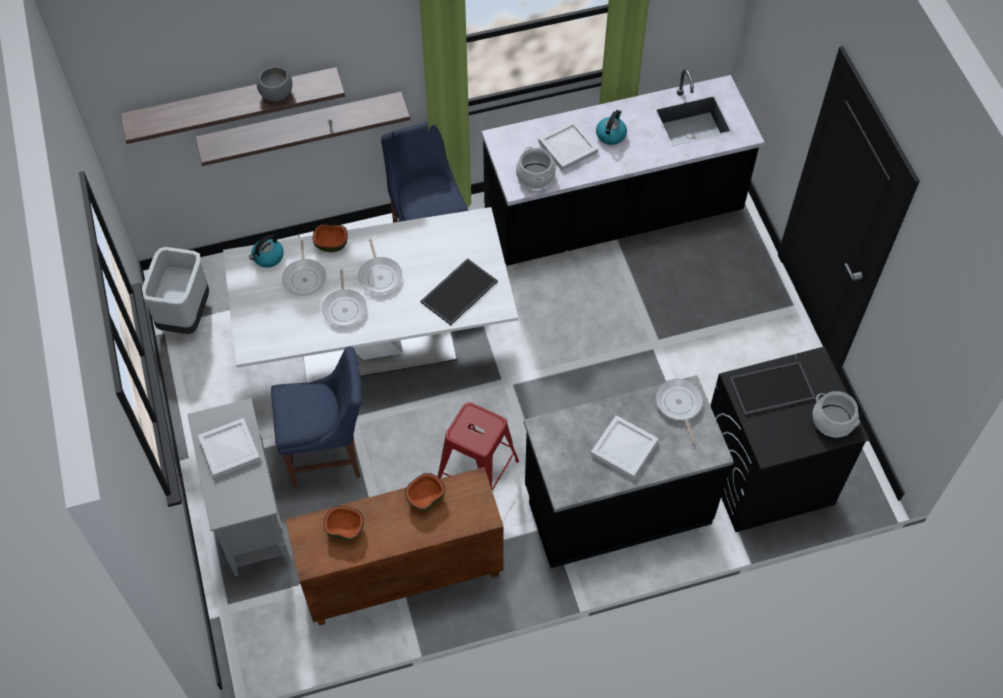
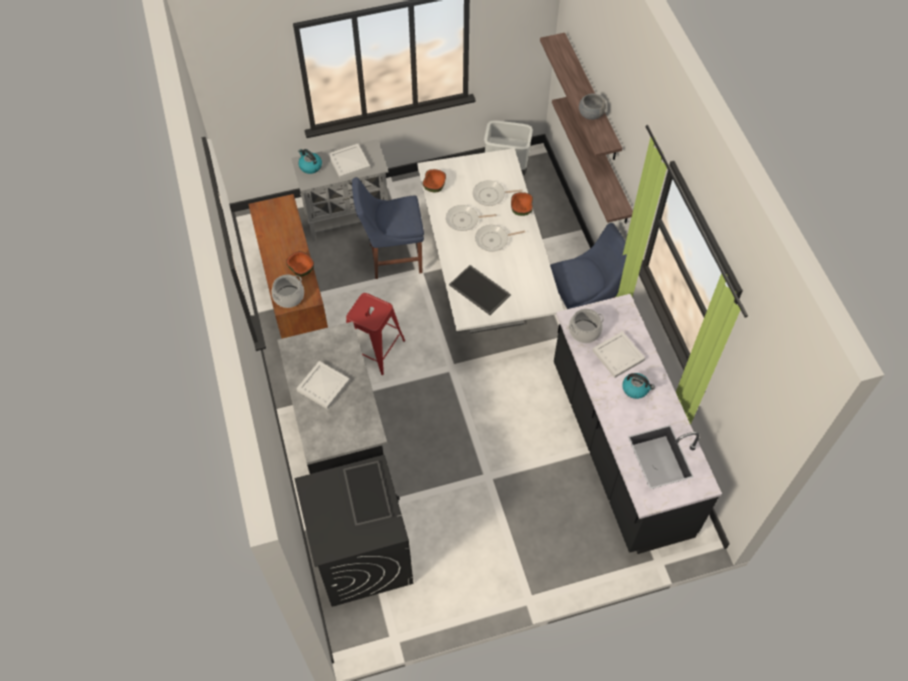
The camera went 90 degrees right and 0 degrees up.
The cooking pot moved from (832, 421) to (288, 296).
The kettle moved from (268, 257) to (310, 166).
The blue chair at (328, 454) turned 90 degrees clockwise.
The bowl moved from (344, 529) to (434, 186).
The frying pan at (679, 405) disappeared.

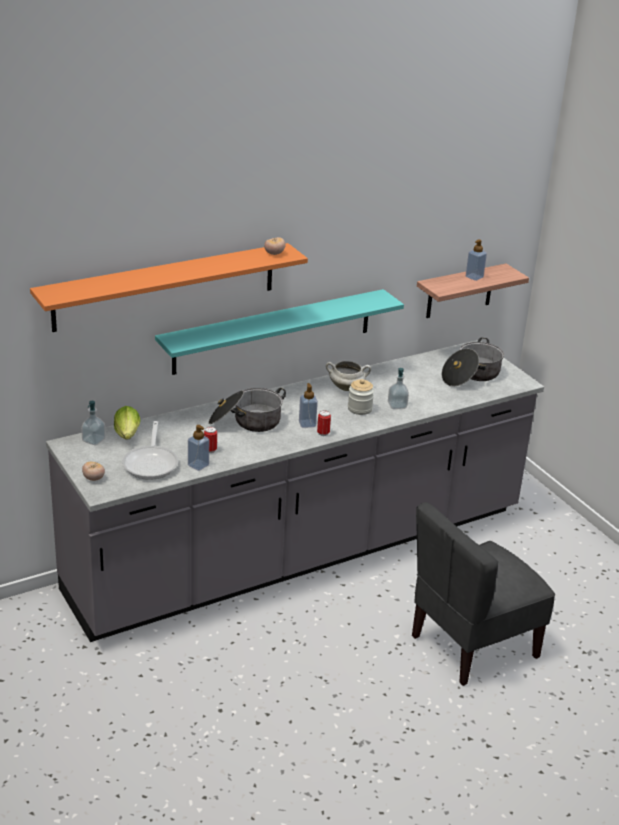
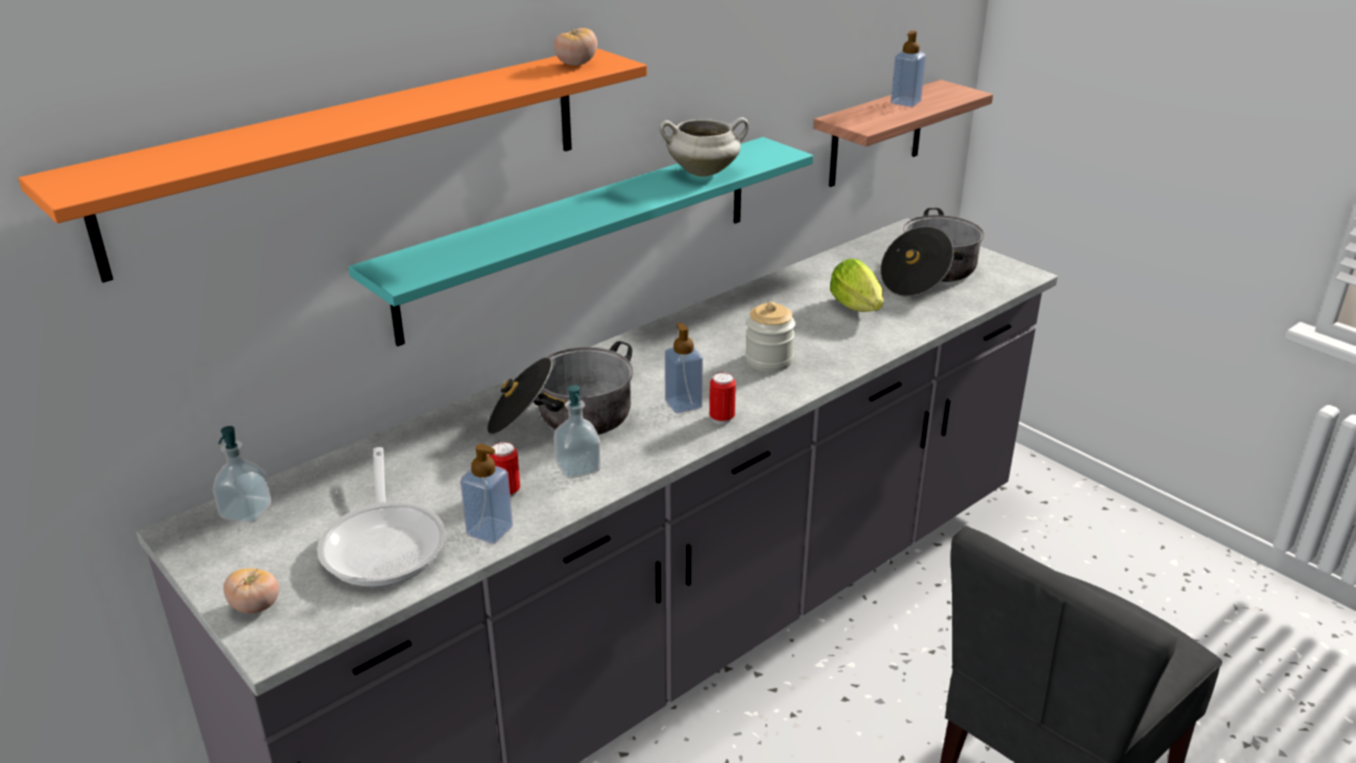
The camera went 10 degrees left and 0 degrees up.
The soap dispenser moved from (397, 405) to (578, 468).
The white cooking pot moved from (347, 387) to (704, 172).
The lettuce moved from (127, 436) to (858, 309).

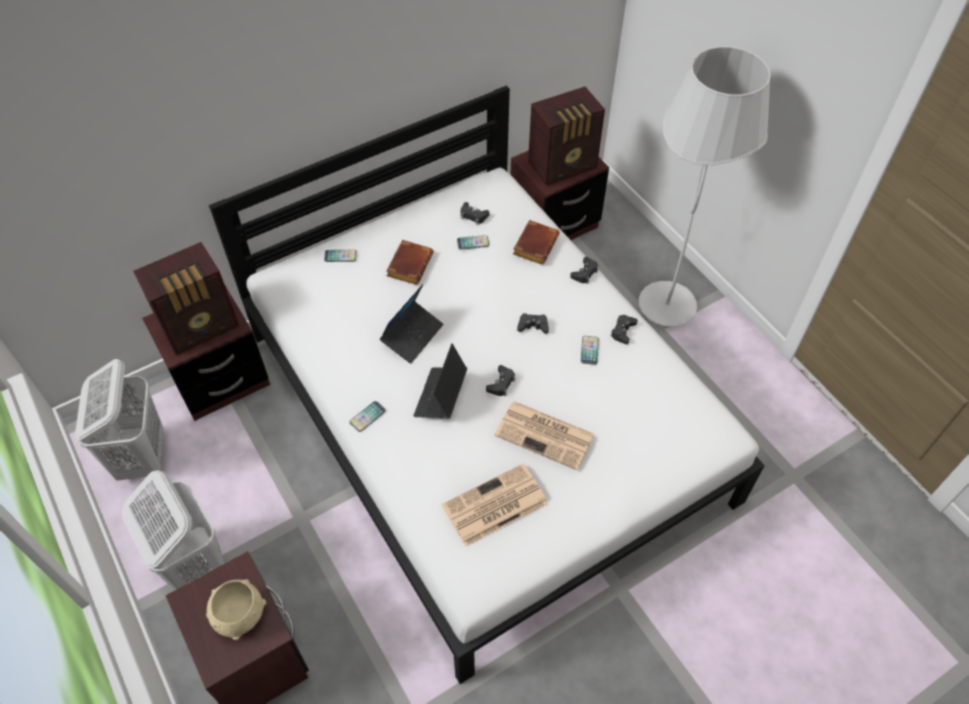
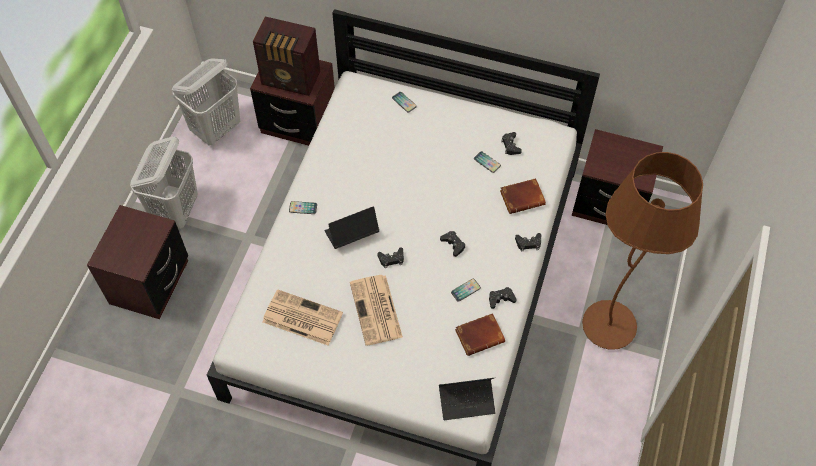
The camera went 50 degrees right and 5 degrees up.
The laptop moved from (412, 335) to (467, 401).
The brown book moved from (409, 264) to (480, 335).
The white floor lamp at (666, 306) became the brown floor lamp at (608, 326).
The beige bowl at (239, 616) disappeared.
The radio at (564, 166) disappeared.

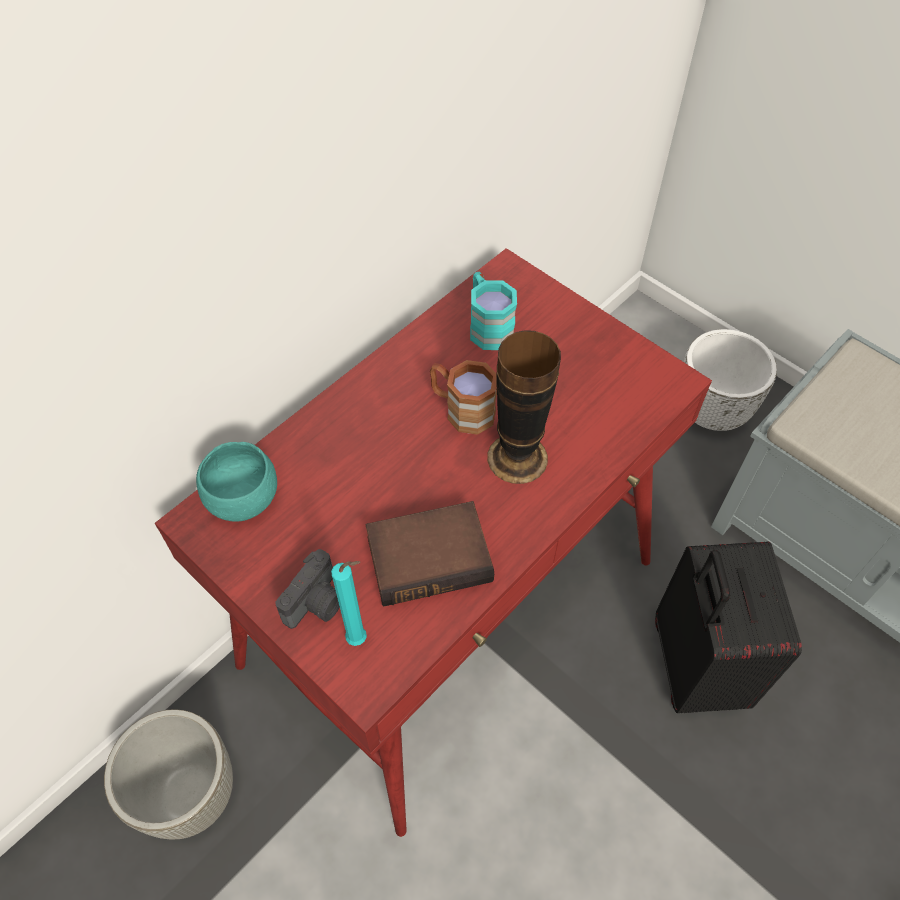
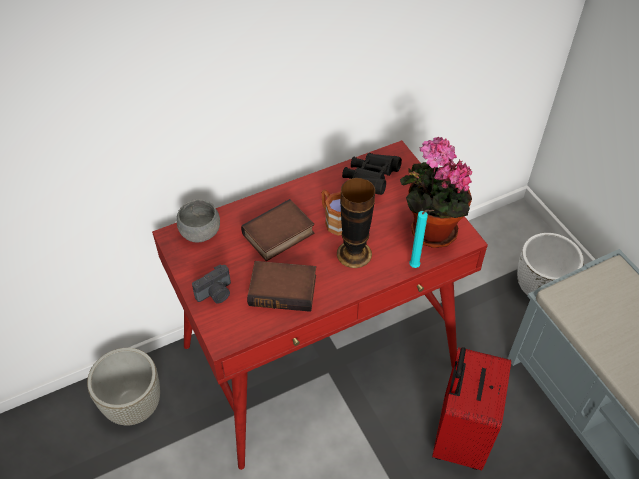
The camera went 20 degrees right and 5 degrees down.
The turquoise bowl at (243, 499) became the grey bowl at (200, 232).
The book at (278, 235) appeared.
The turquoise mug at (487, 325) was replaced by the black binoculars at (370, 180).
The potted plant at (429, 231) appeared.
The turquoise candle moved from (360, 639) to (416, 267).
The black suitcase at (693, 665) became the red suitcase at (458, 436).

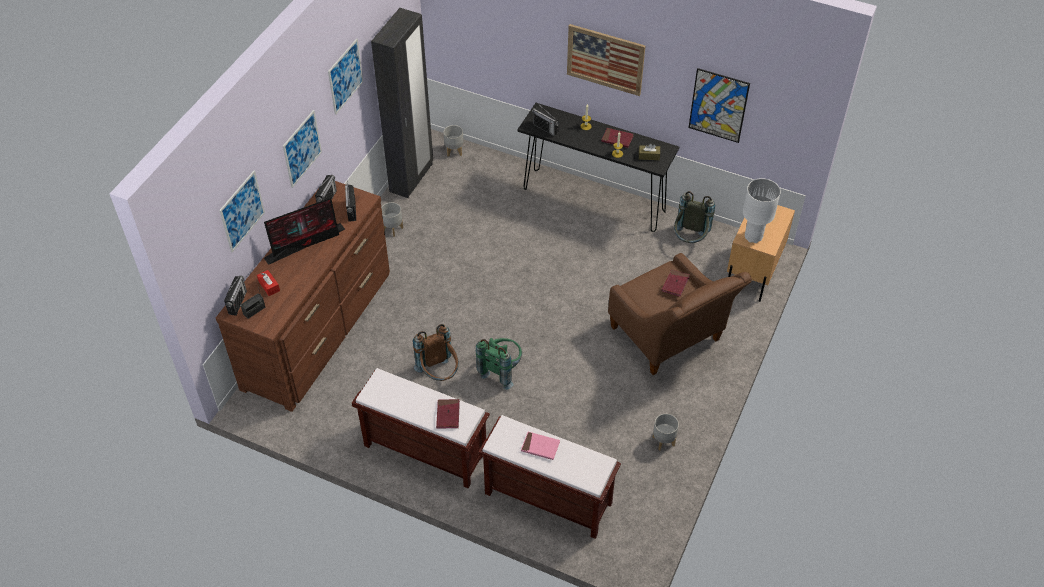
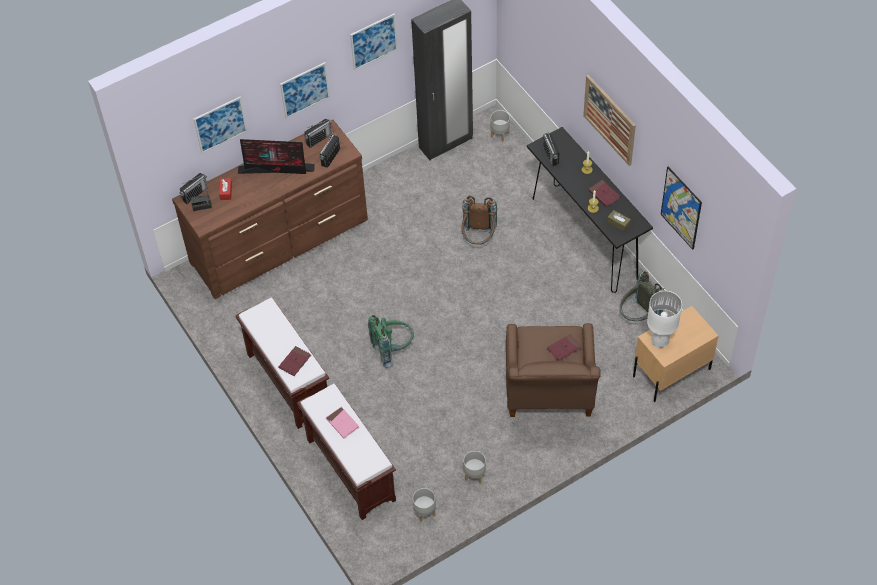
The camera went 35 degrees right and 5 degrees up.
The grey planter moved from (393, 229) to (425, 512).
The brown backpack moved from (439, 374) to (478, 239).

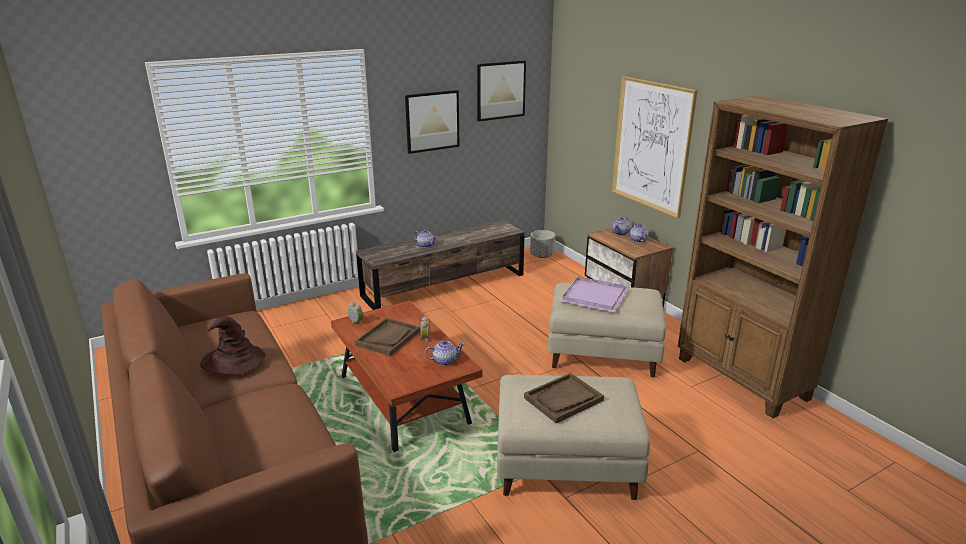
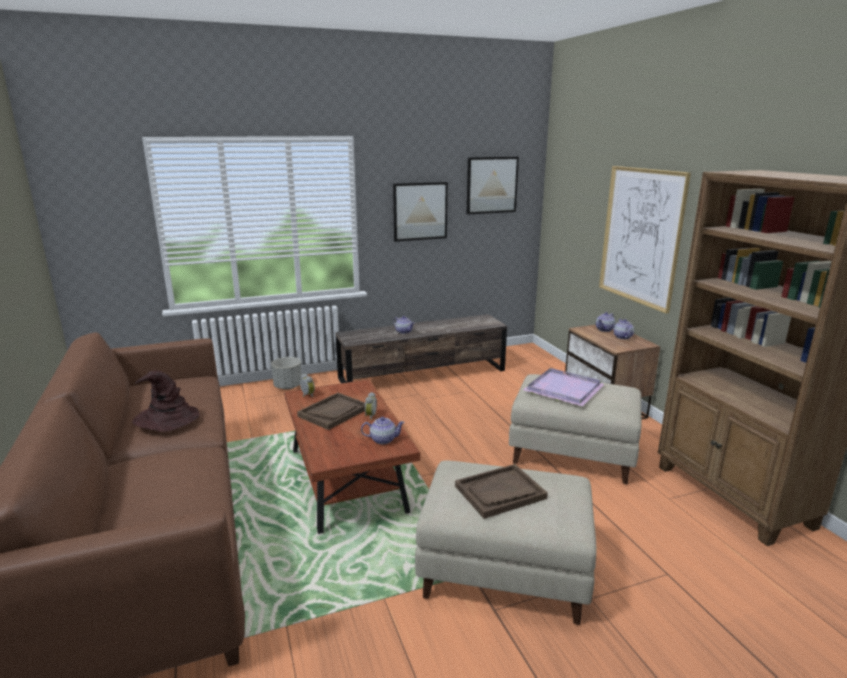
The camera went 10 degrees right and 5 degrees down.
The grey planter moved from (541, 256) to (288, 386).

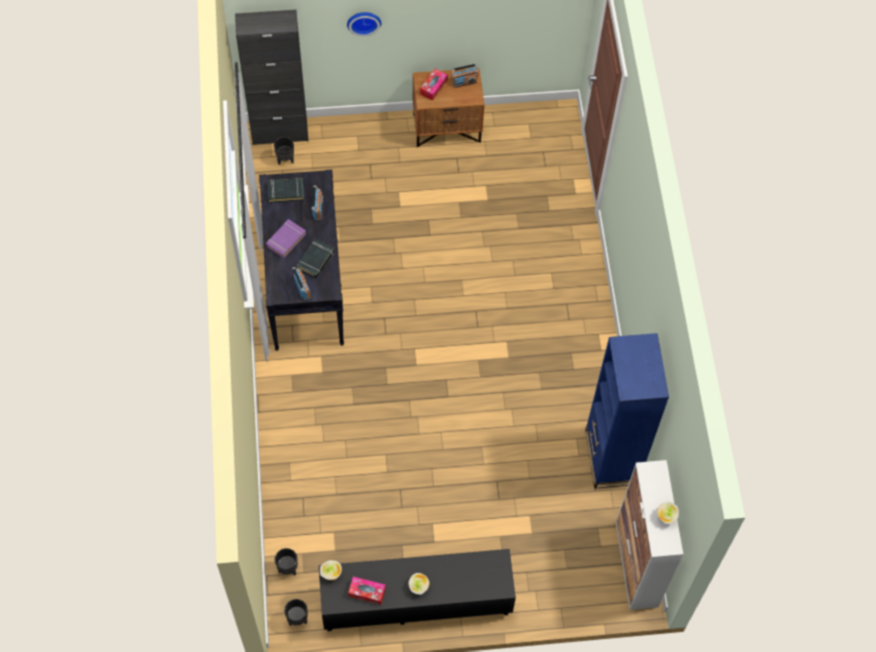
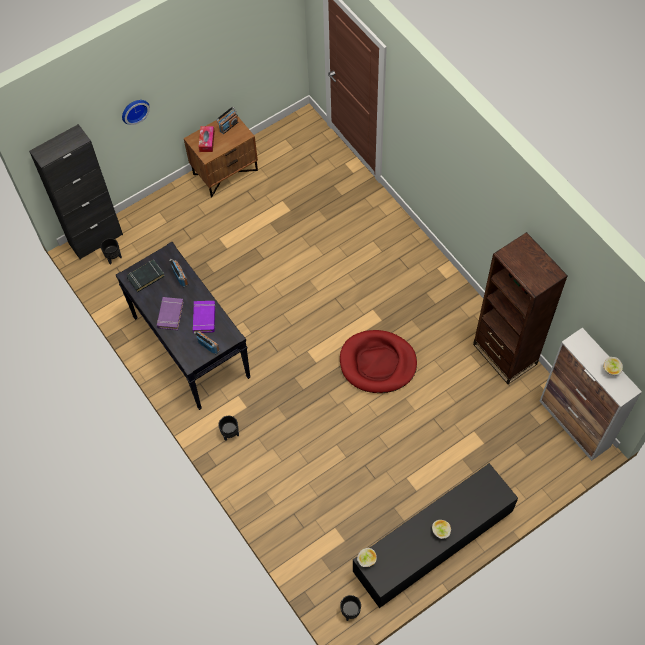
The camera went 25 degrees left and 0 degrees up.
The black book at (316, 260) became the purple book at (204, 318).
The black planter moved from (288, 569) to (231, 434).
The red dog bed at (377, 363) appeared.
The blue bookcase at (611, 457) became the brown bookcase at (504, 354).
The tissue box at (367, 592) disappeared.

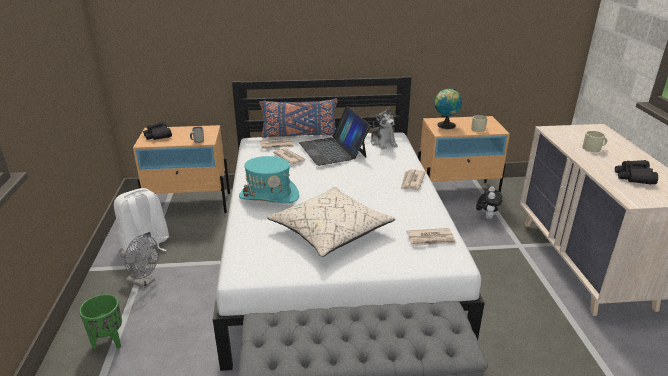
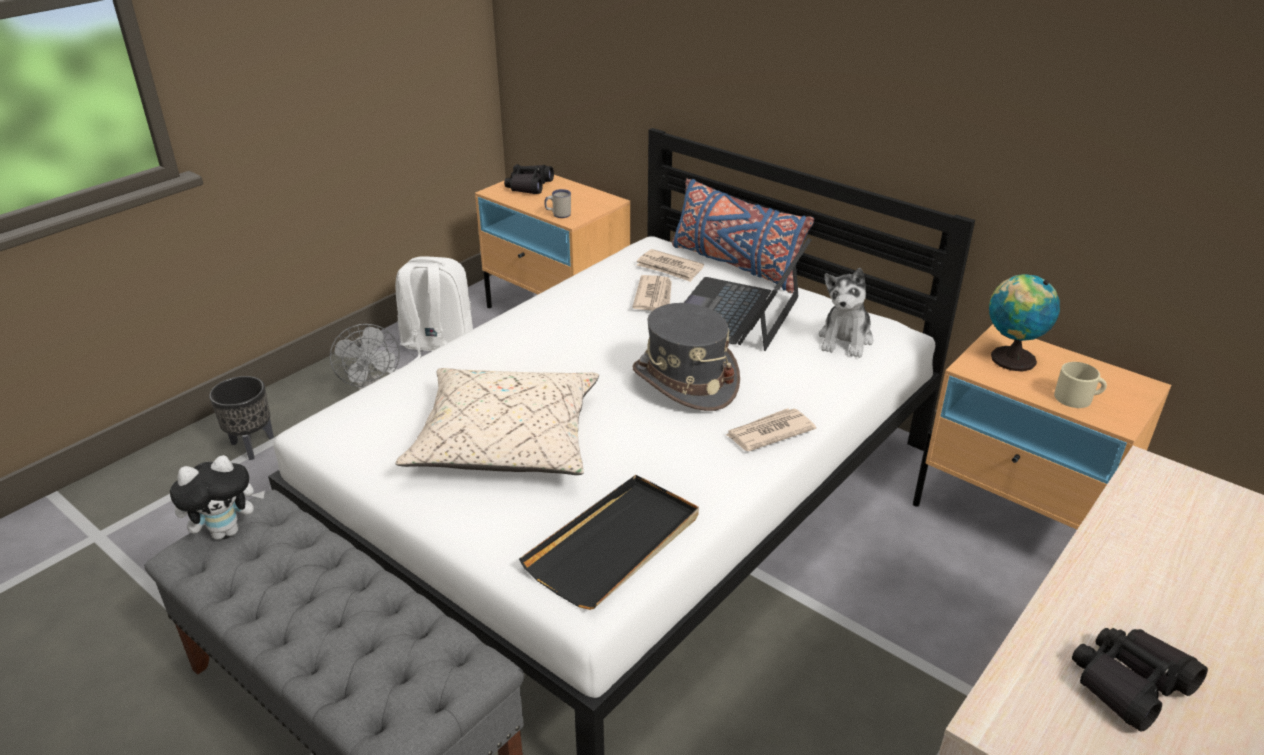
The camera went 45 degrees right and 5 degrees up.
The plush toy moved from (486, 217) to (227, 531).
The green planter at (109, 341) became the black planter at (253, 446).
The newspaper at (431, 239) was replaced by the black tray at (615, 544).
The grey hat at (685, 381) appeared.
The turquoise hat at (269, 196) disappeared.
The beige mug at (594, 148) disappeared.

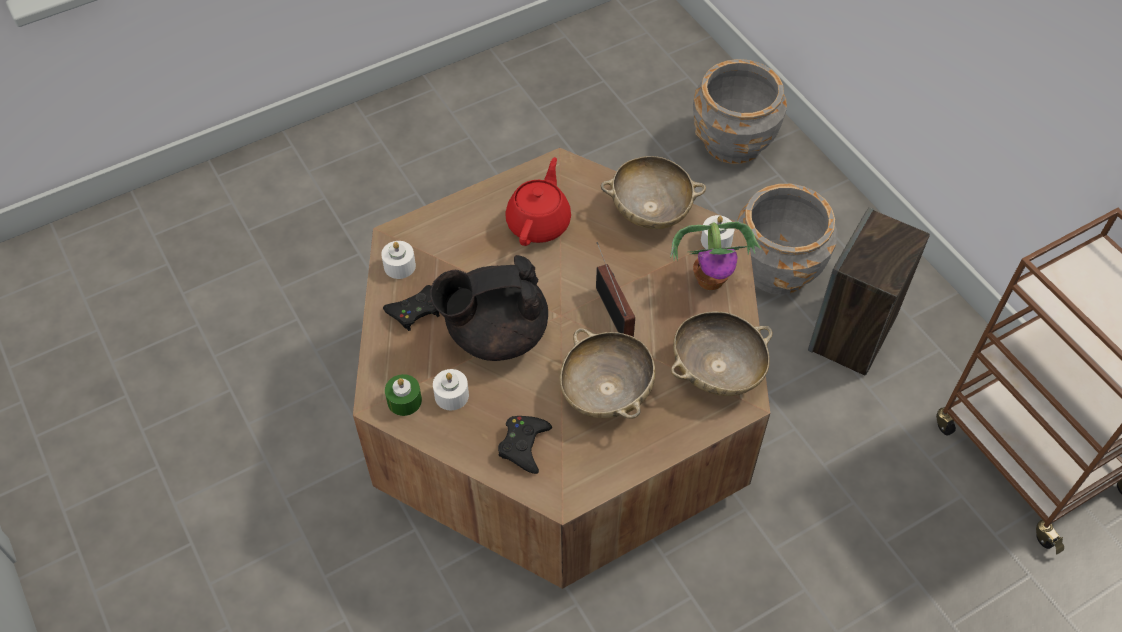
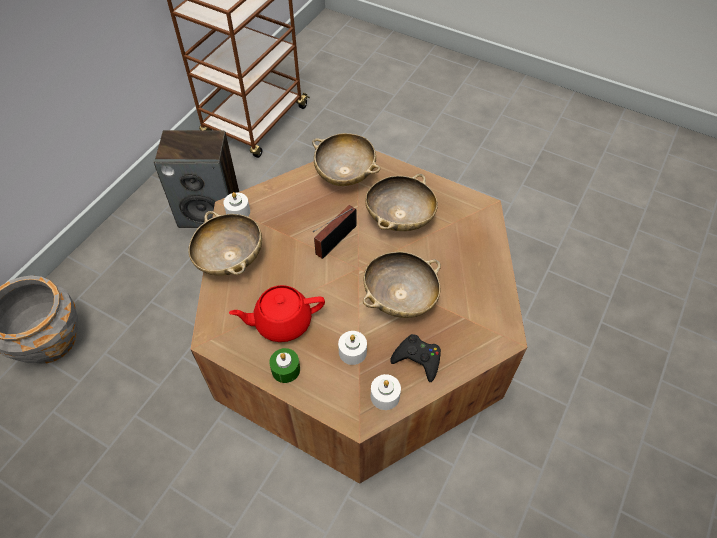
The camera went 120 degrees left and 0 degrees up.
The green candle moved from (404, 401) to (285, 369).
The white candle moved from (451, 395) to (352, 352).
The black teapot at (495, 333) was replaced by the beige bowl at (400, 298).
The black game controller at (524, 445) disappeared.
The potted plant at (711, 279) disappeared.
The grey planter at (777, 269) disappeared.

